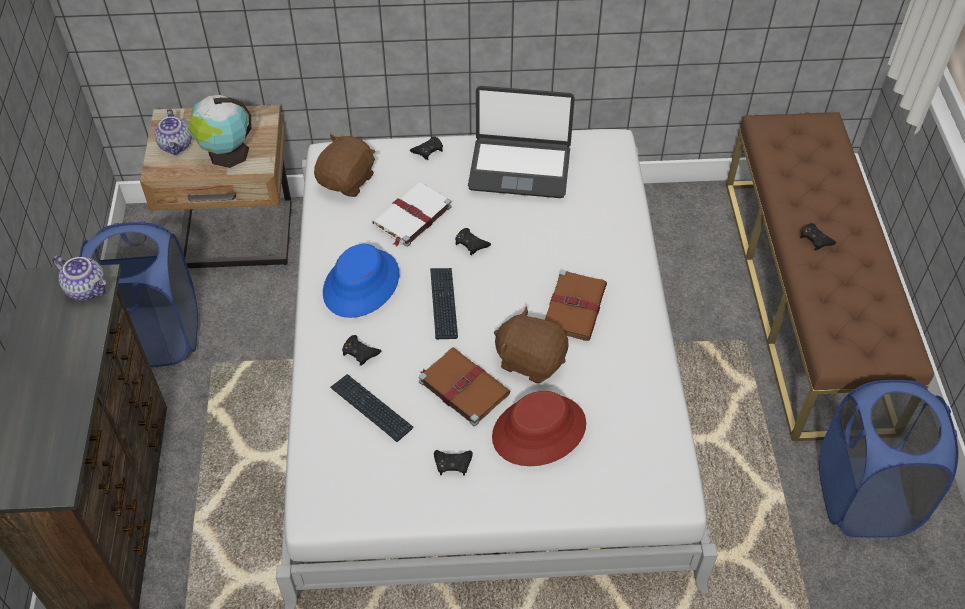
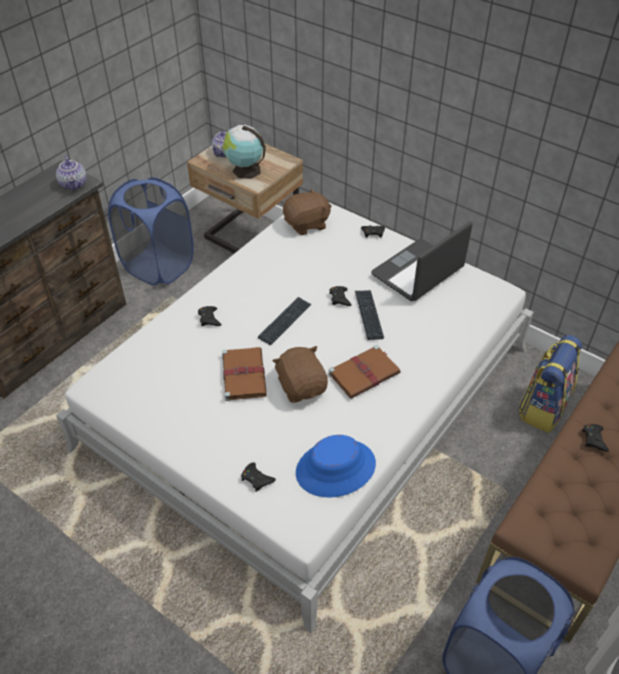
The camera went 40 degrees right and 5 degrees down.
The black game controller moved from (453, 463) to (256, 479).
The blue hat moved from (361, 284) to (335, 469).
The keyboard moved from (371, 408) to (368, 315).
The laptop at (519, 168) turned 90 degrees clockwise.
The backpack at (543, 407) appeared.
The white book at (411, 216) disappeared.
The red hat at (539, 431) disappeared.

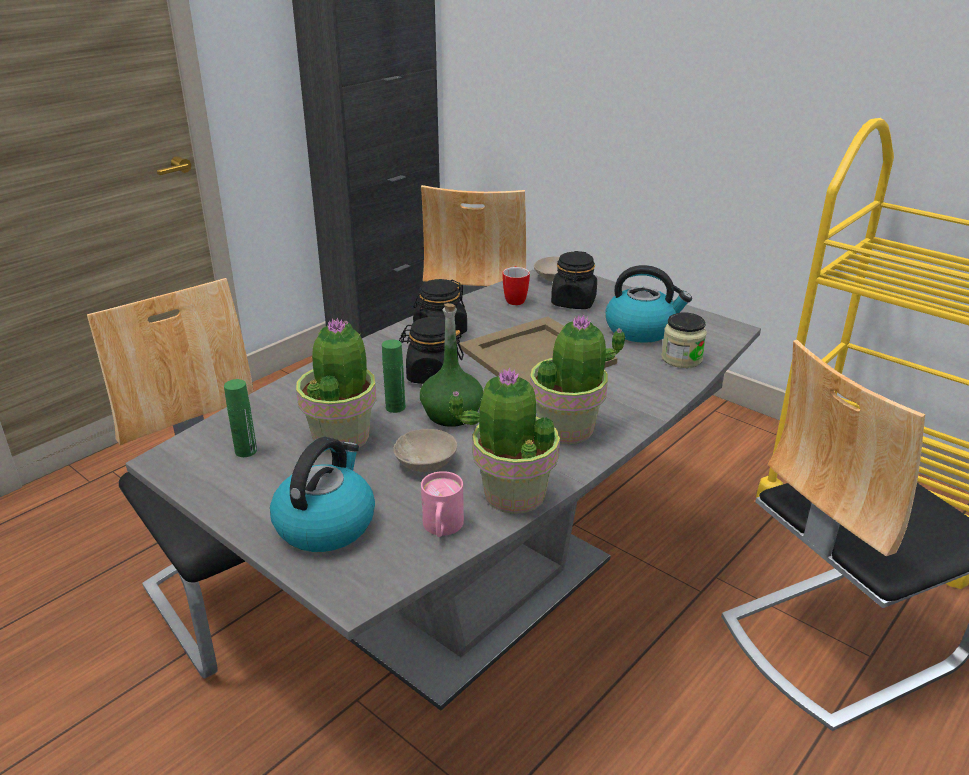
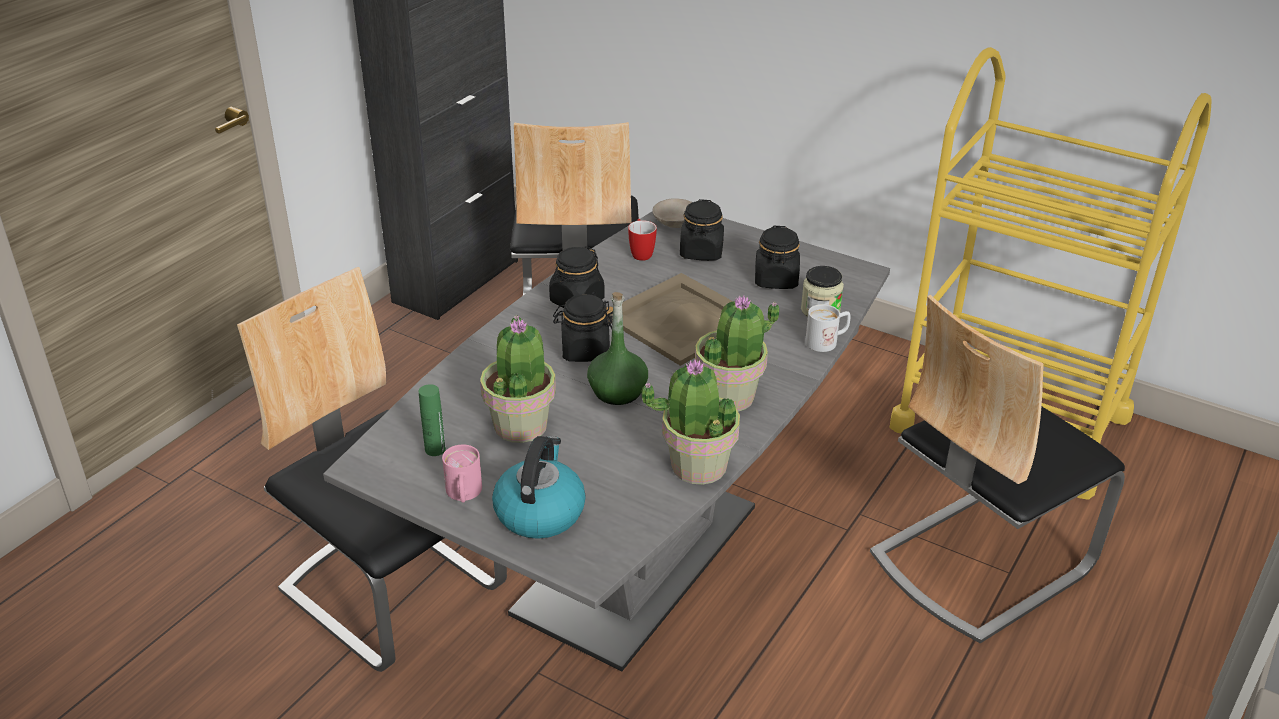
The camera went 10 degrees left and 5 degrees up.
The pink mug moved from (442, 529) to (464, 494).
The kettle at (641, 330) was replaced by the black jar at (776, 280).
The white mug at (827, 341) appeared.
The green bottle at (395, 407) disappeared.
The beige bowl at (427, 463) disappeared.

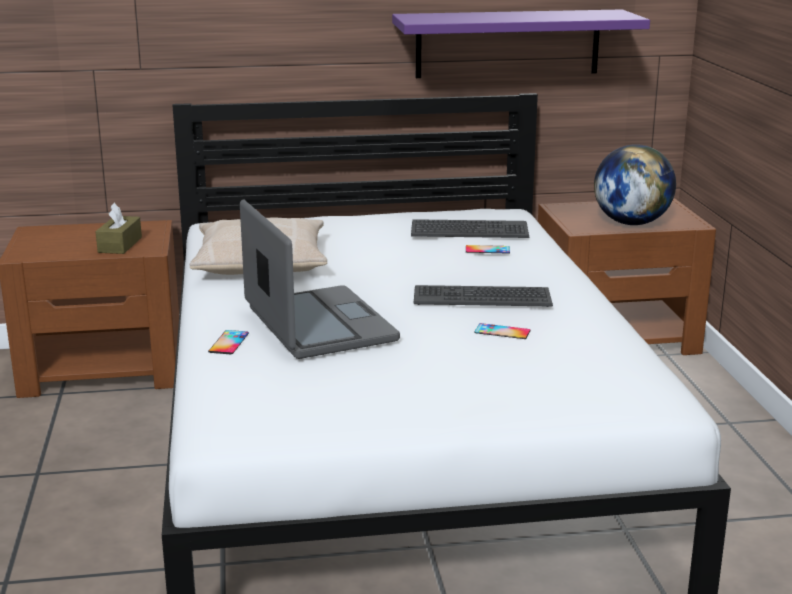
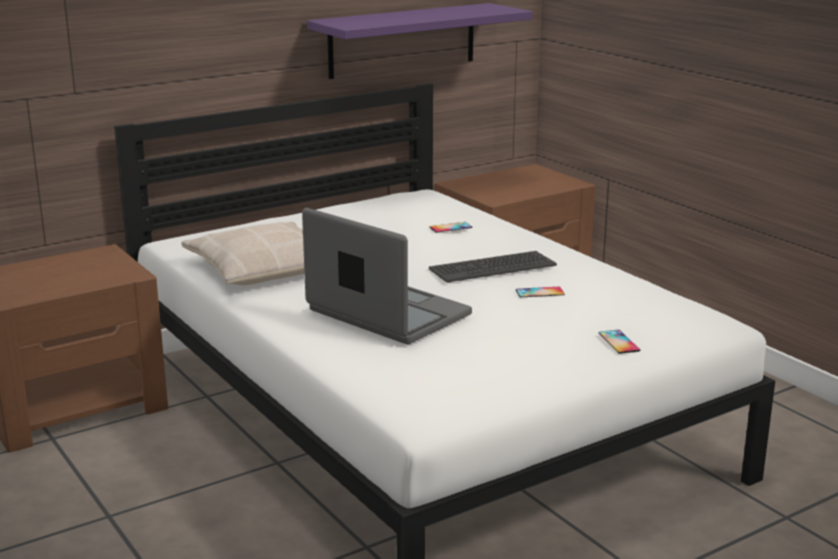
The camera went 25 degrees left and 0 degrees up.
The phone moved from (229, 342) to (618, 342).
The brown tissue box at (120, 245) disappeared.
The keyboard at (469, 230) disappeared.
The globe at (631, 223) disappeared.

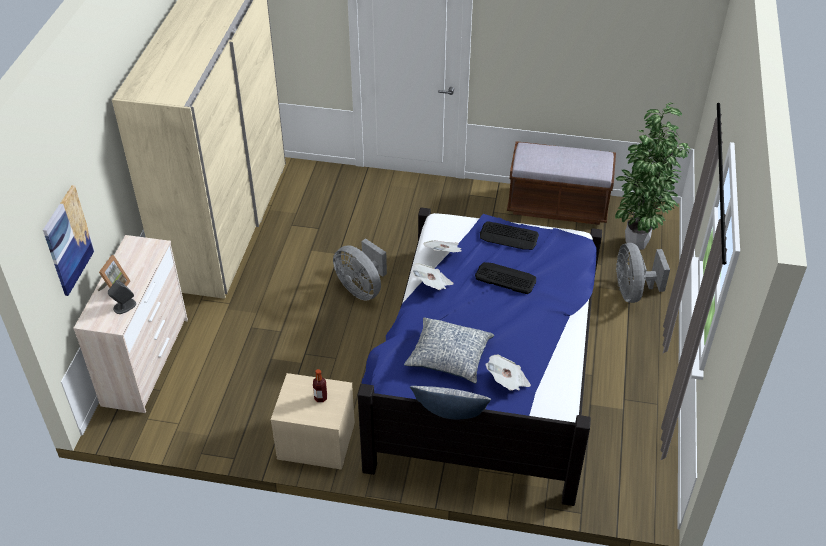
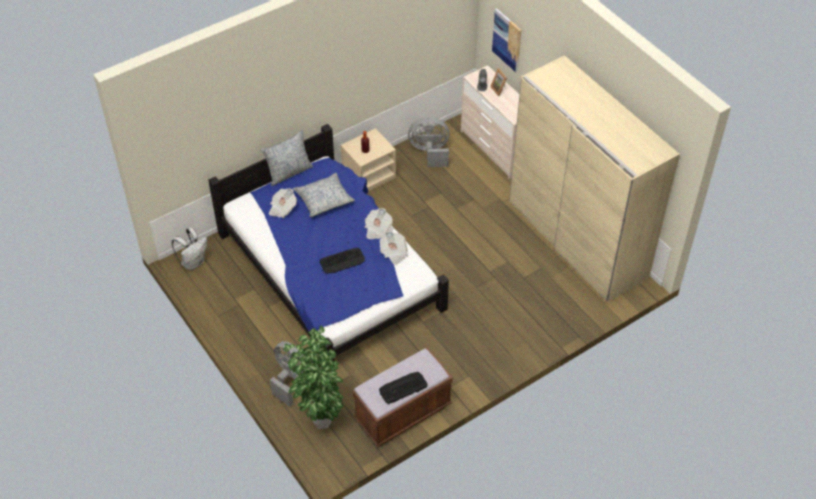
The camera went 135 degrees right and 5 degrees up.
The white backpack at (193, 262) appeared.
The keyboard moved from (509, 236) to (403, 388).
The grey fan moved from (362, 288) to (430, 152).

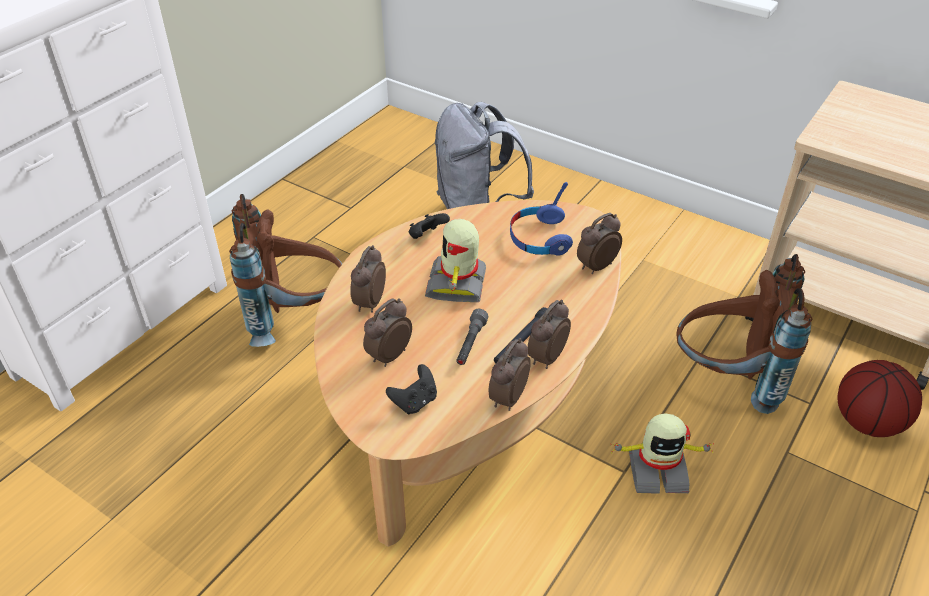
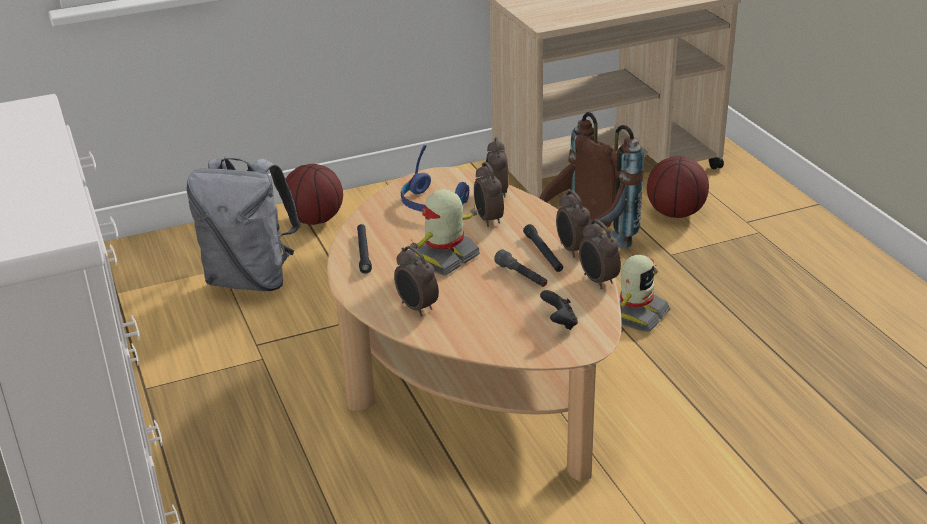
The camera went 55 degrees left and 10 degrees down.
The basketball at (315, 220) appeared.
The black game controller at (427, 236) was replaced by the black flashlight at (363, 252).
The toy robot at (458, 284) turned 90 degrees clockwise.
The alarm clock moved from (388, 356) to (488, 220).
The brown backpack at (295, 316) disappeared.

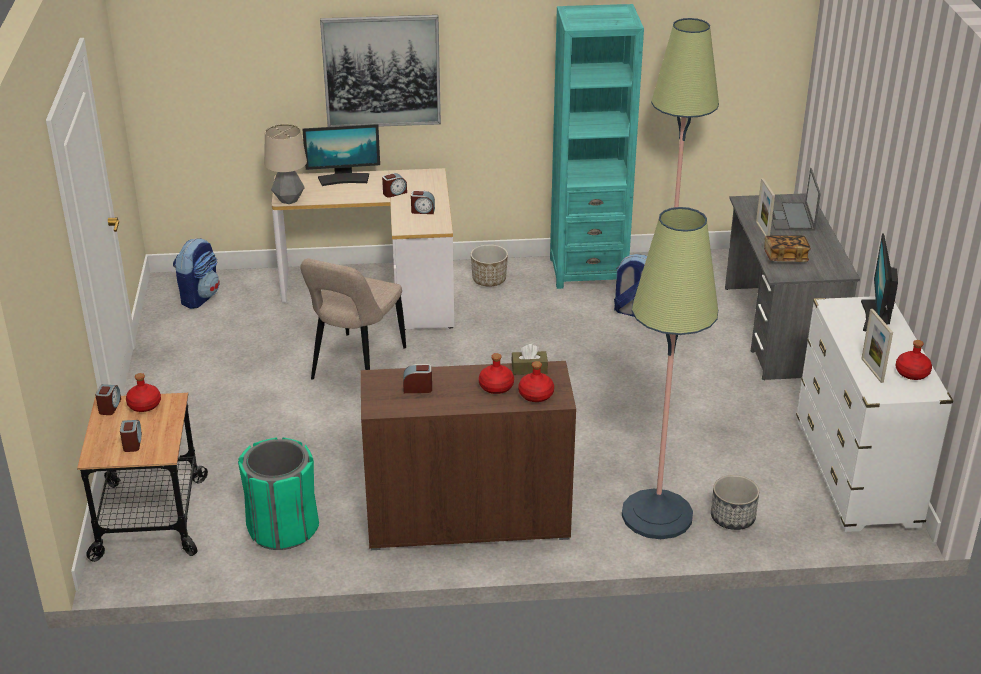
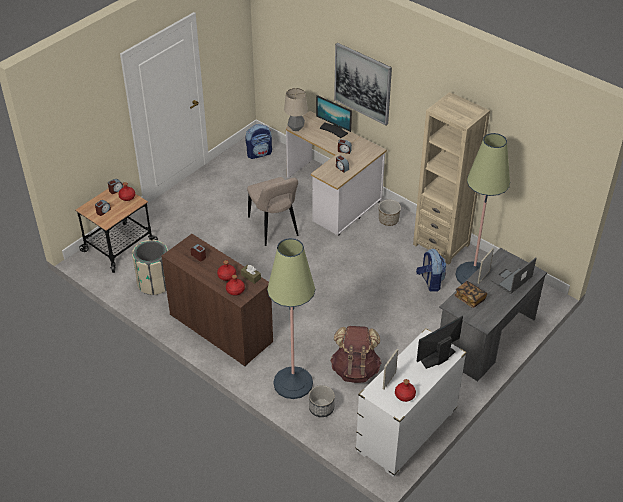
The camera went 45 degrees right and 10 degrees up.
The green trash can at (282, 528) became the beige trash can at (154, 283).
The beige chair at (356, 366) turned 90 degrees counterclockwise.
The brown backpack at (355, 369) appeared.
The turquoise bookcase at (588, 271) became the beige bookcase at (441, 244).

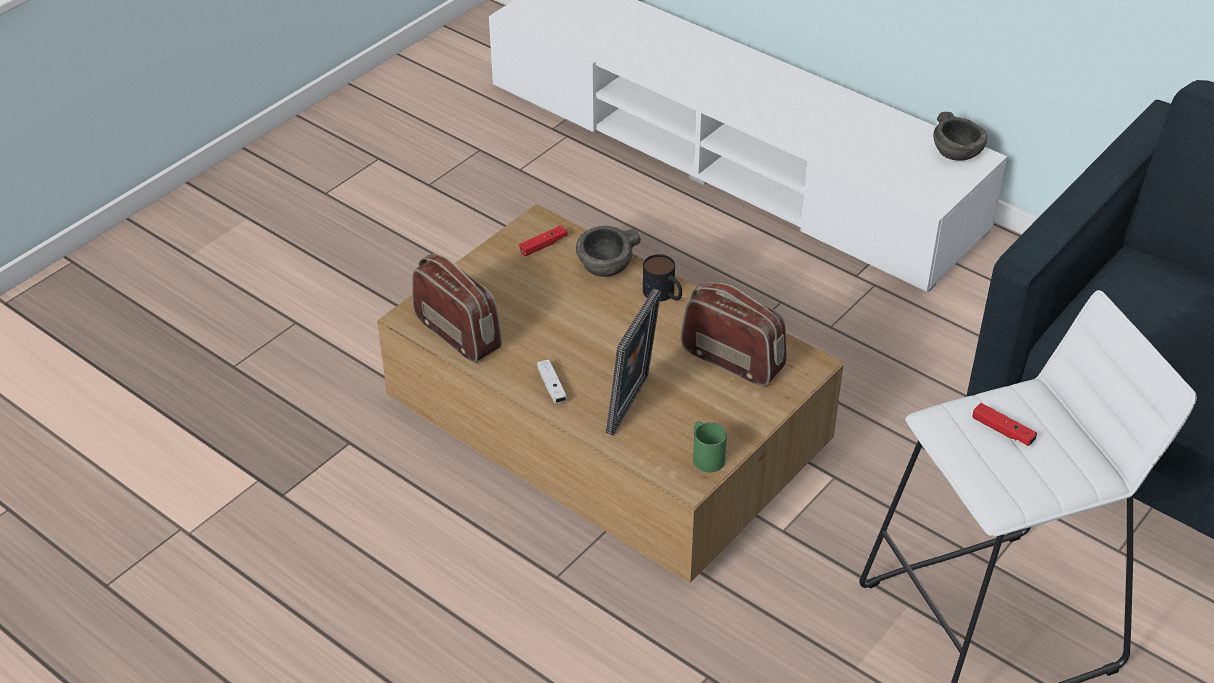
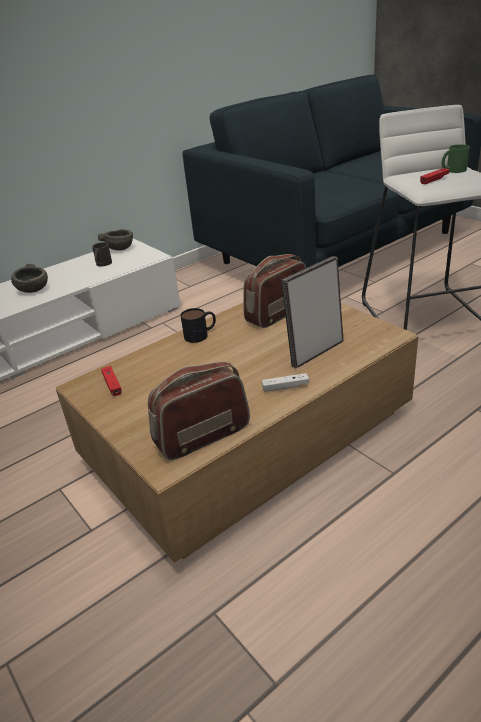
The camera went 75 degrees left and 10 degrees down.
The grey bowl moved from (605, 267) to (34, 289).
The black mug at (102, 264) appeared.
The picture frame at (632, 406) turned 75 degrees counterclockwise.
The green mug moved from (705, 455) to (452, 170).

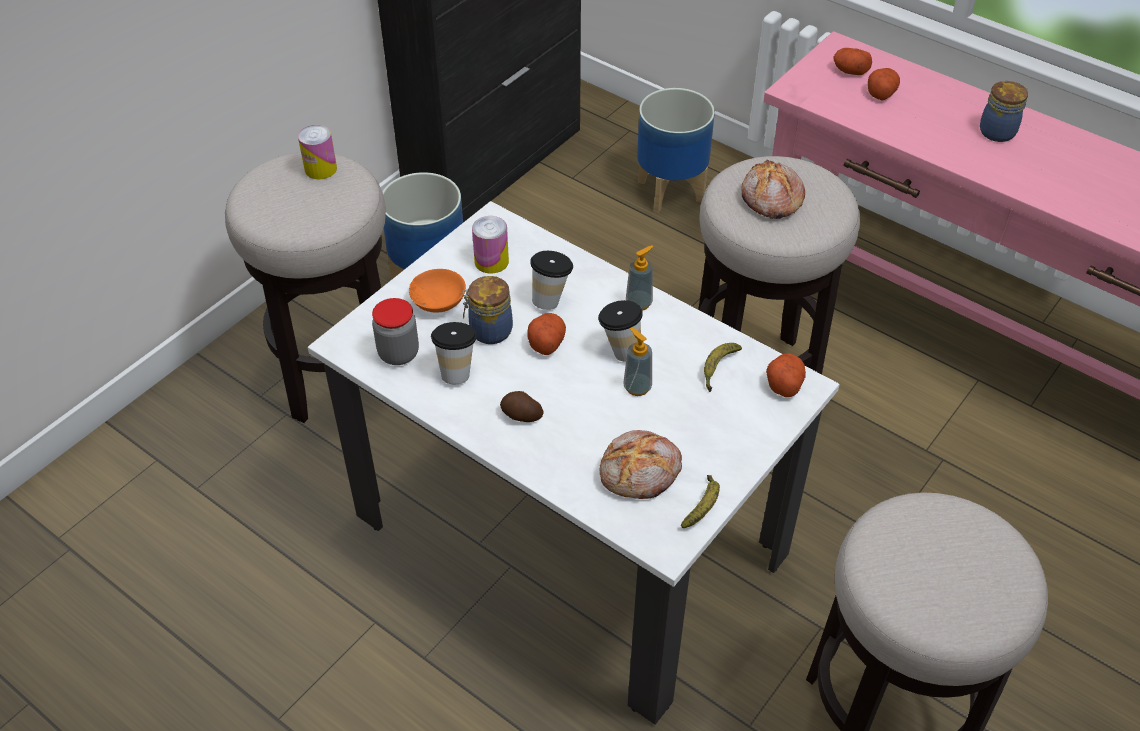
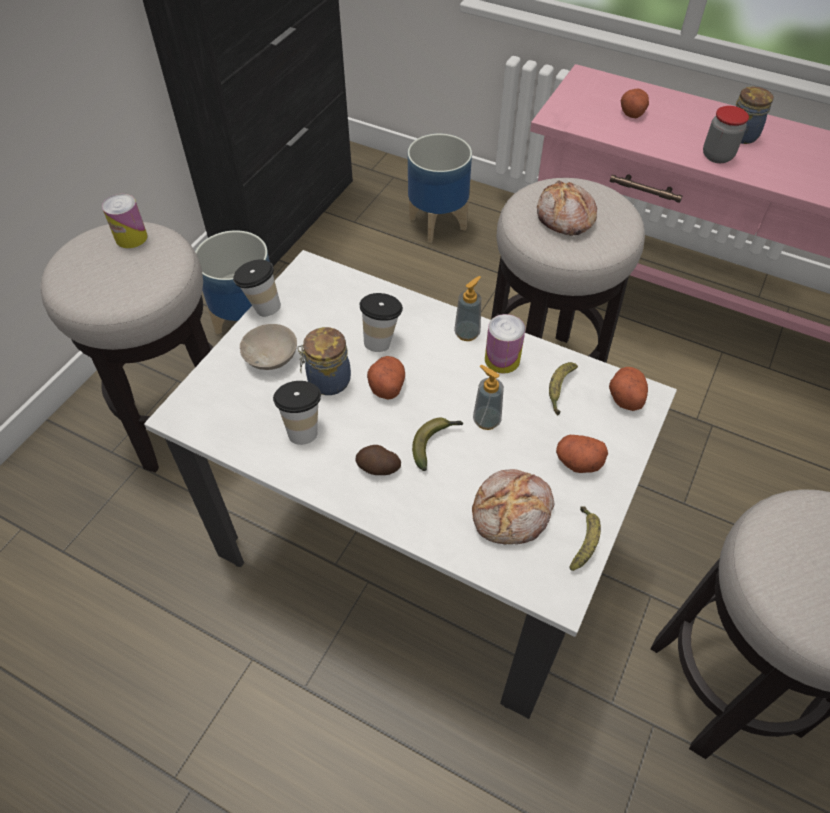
The camera went 10 degrees left and 5 degrees up.
The cup moved from (620, 350) to (262, 307).
The orange bowl at (440, 301) became the beige bowl at (273, 357).
The banana at (435, 443) appeared.
The can moved from (491, 261) to (502, 359).
The potato moved from (849, 71) to (578, 462).
The jar moved from (398, 353) to (717, 156).

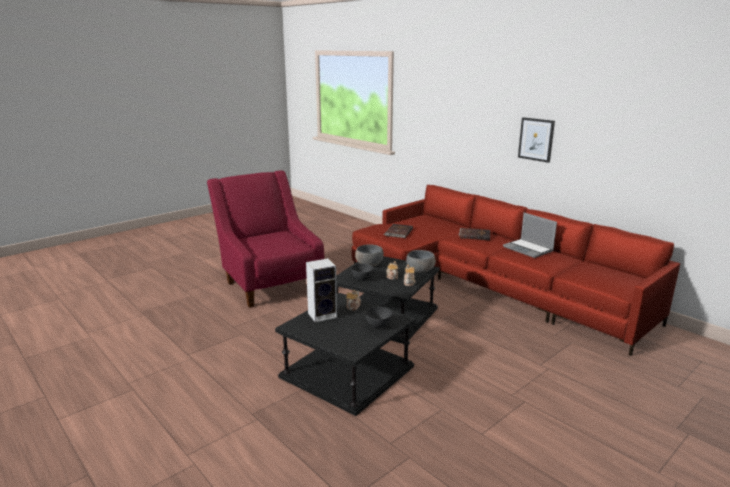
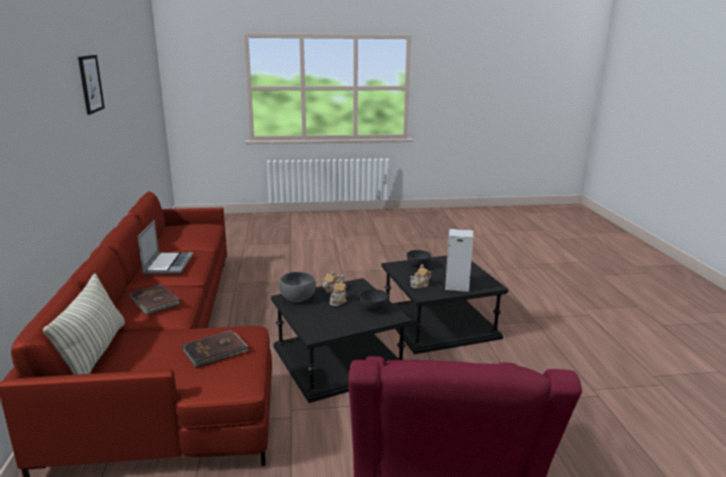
The camera went 145 degrees left and 0 degrees up.
The pillow at (95, 353) appeared.
The picture moved from (536, 139) to (90, 84).
The grey bowl at (369, 264) disappeared.

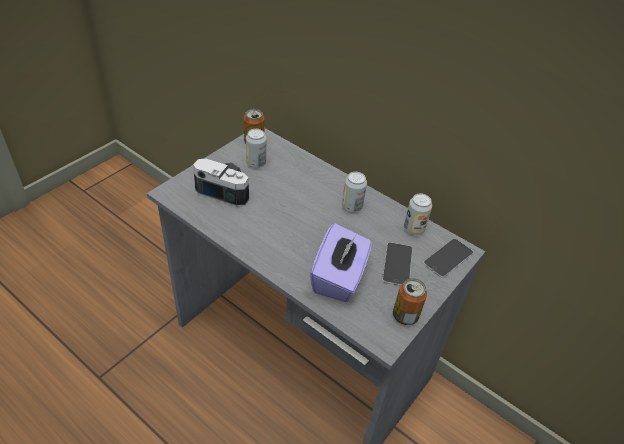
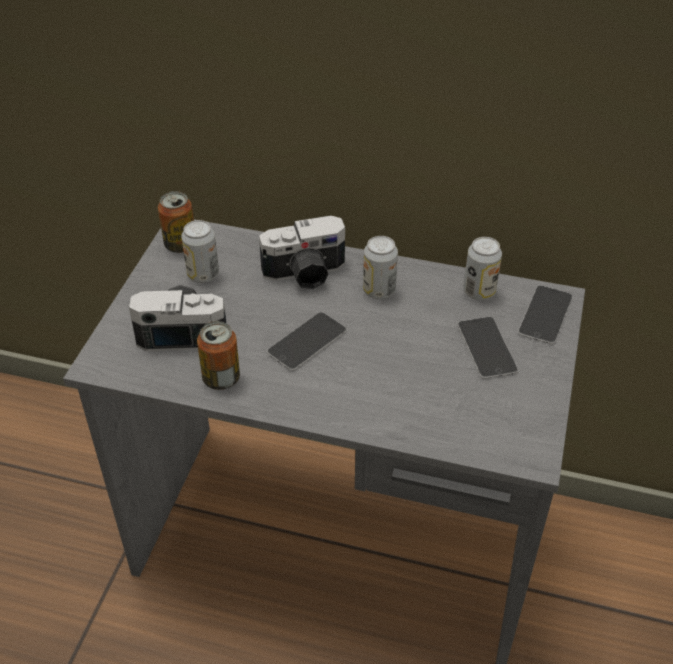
The camera went 20 degrees left and 0 degrees up.
The can moved from (405, 316) to (221, 378).
The photo camera at (305, 274) appeared.
The phone at (307, 341) appeared.
The purple tissue box at (339, 278) disappeared.

